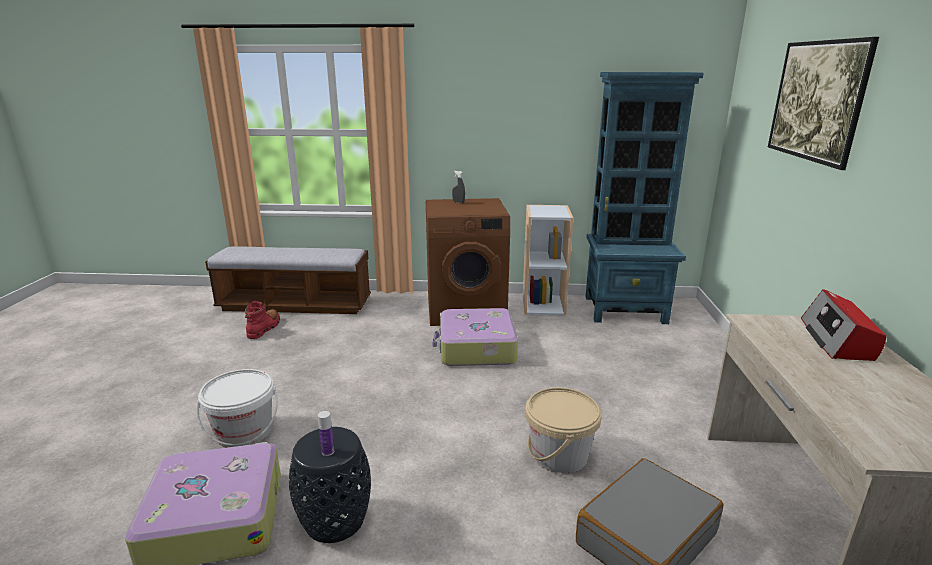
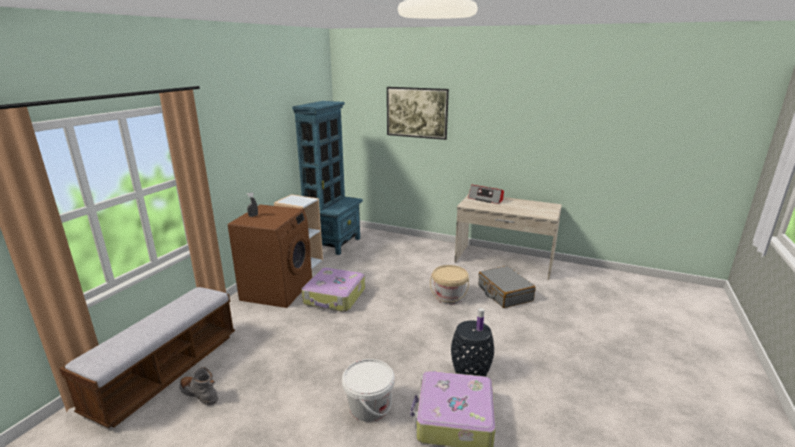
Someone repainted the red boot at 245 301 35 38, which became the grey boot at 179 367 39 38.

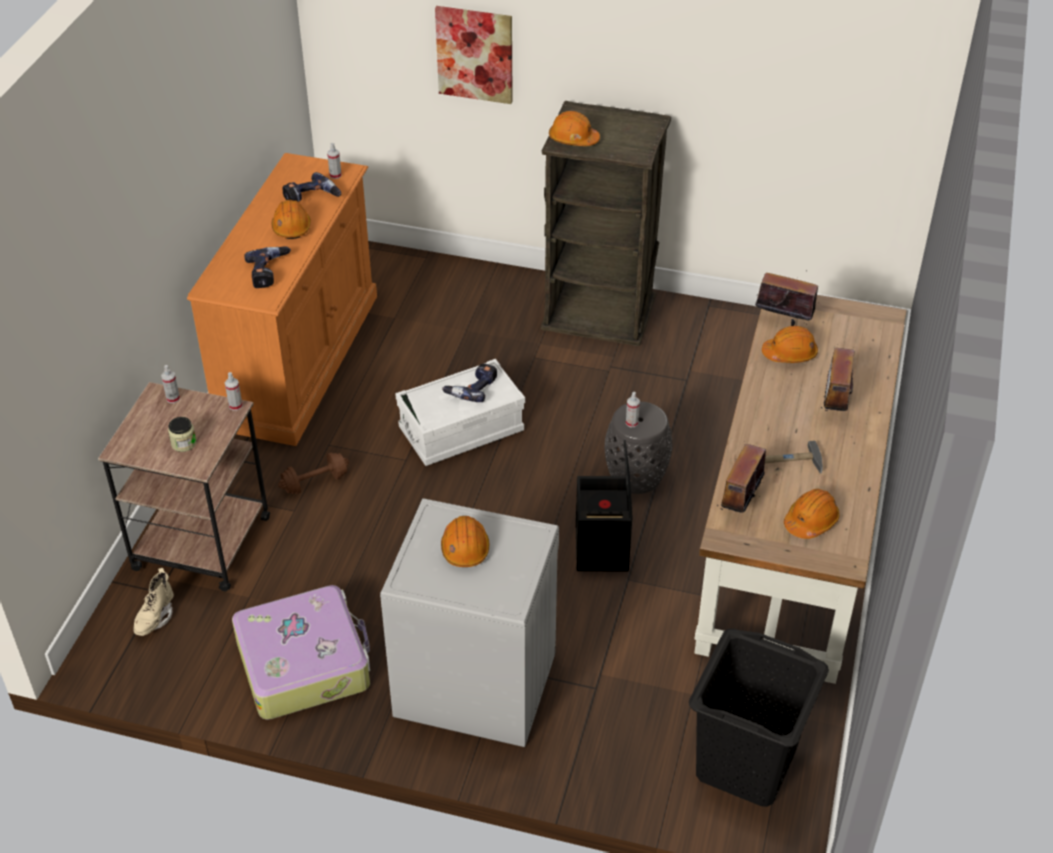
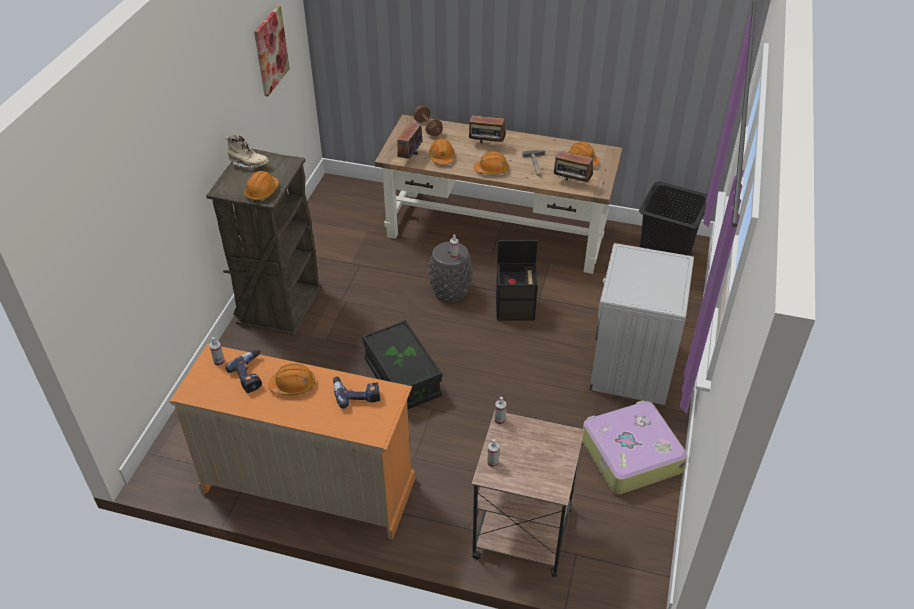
Someone took away the jar at 168 417 28 35.
Someone took away the power drill at 442 364 55 38.
Someone carried the beige boot from 133 568 41 68 to 225 135 44 34.
Someone carried the brown dumbbell from 278 452 71 42 to 413 106 30 30.
Someone carried the picture from 435 6 78 98 to 254 6 36 90.
Someone carried the orange hard hat from 441 516 48 51 to 474 151 35 23.
Someone repainted the white storage box at 395 359 130 107, which became the black storage box at 362 320 80 89.

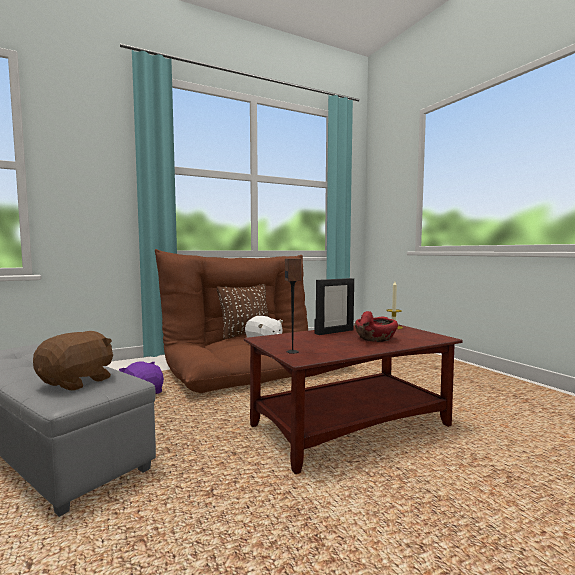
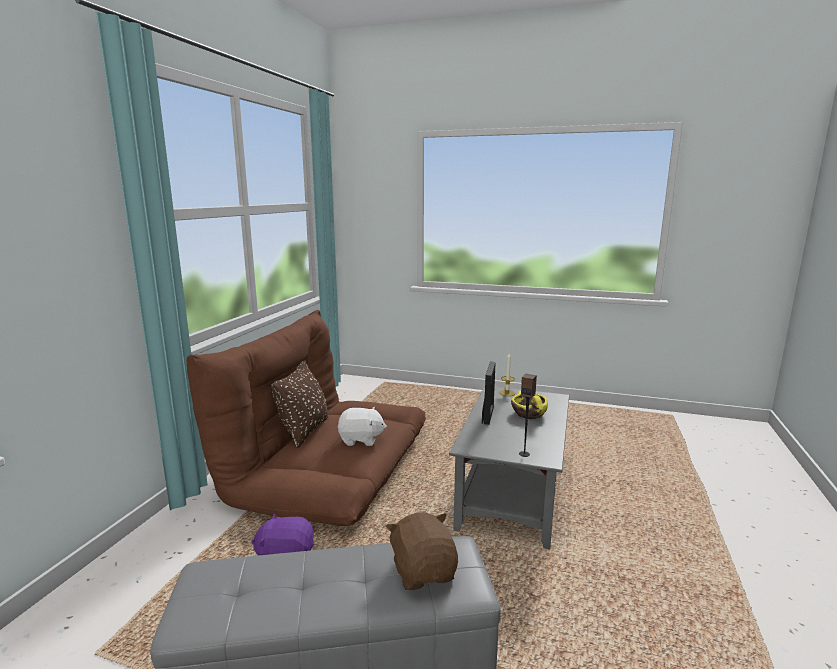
Someone repainted the brown coffee table at 244 324 219 150, which became the grey coffee table at 449 386 120 164.
Someone repainted the red bowl at 354 311 44 31, which became the yellow bowl at 511 391 37 28.

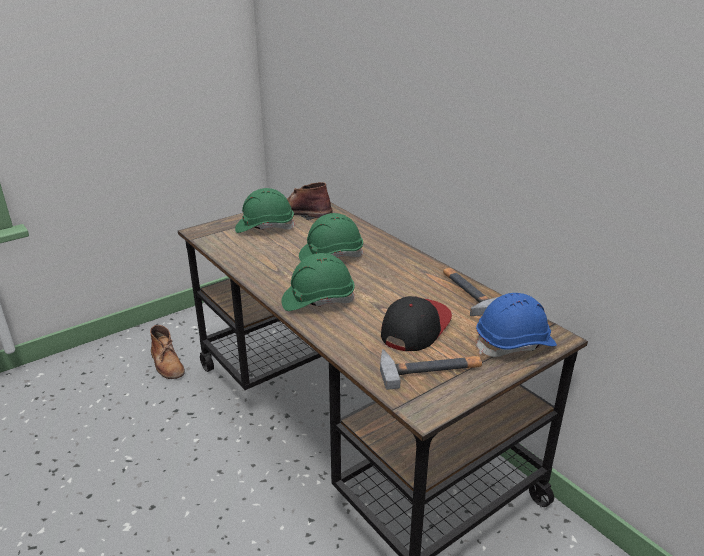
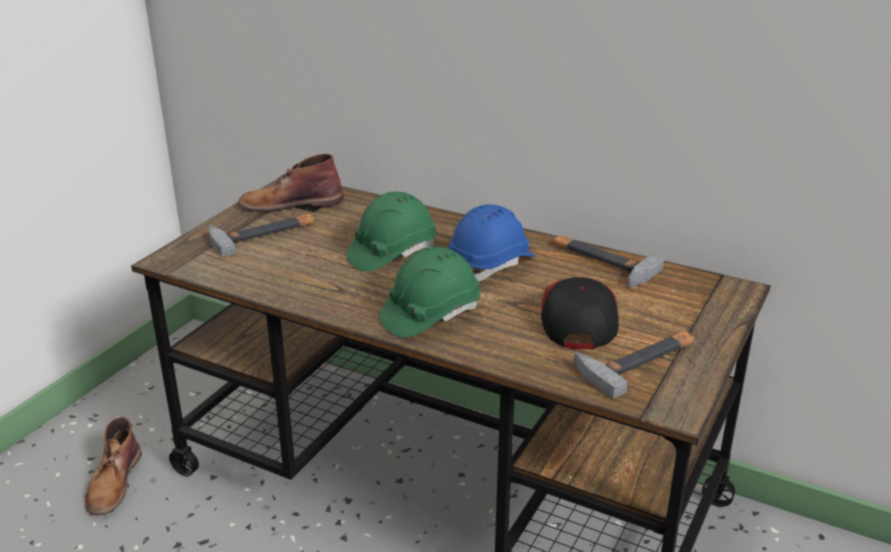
Someone carried the blue hard hat from 476 293 81 64 to 448 204 88 77.
Someone swapped the green hard hat at 235 188 60 45 for the hammer at 209 214 105 43.
Someone rotated the brown boot at 150 325 35 54 by 60 degrees clockwise.

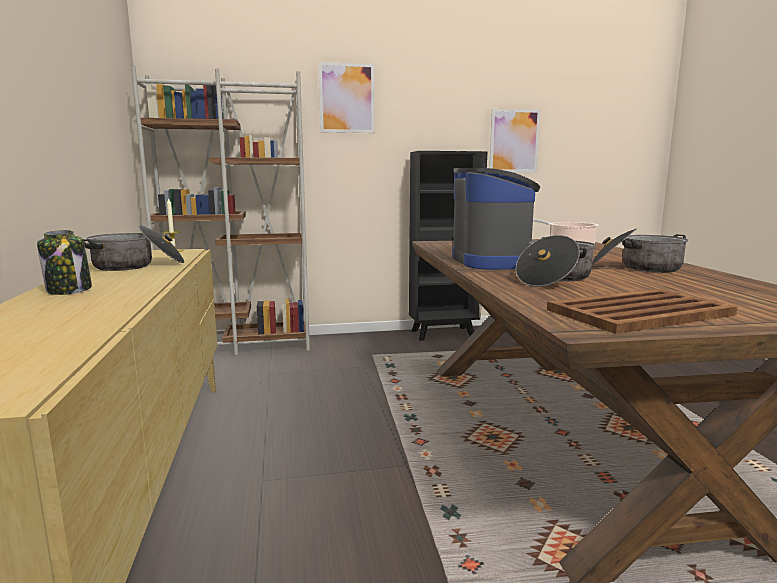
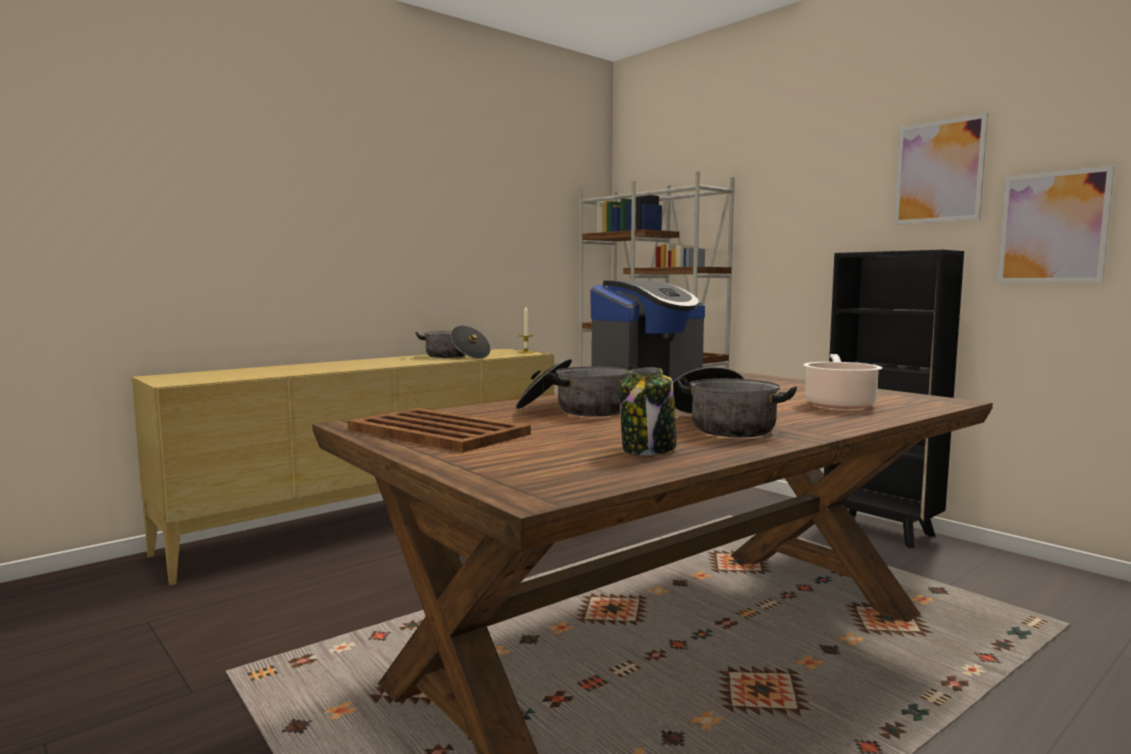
Someone carried the jar from 37 230 55 65 to 619 368 58 87.
Someone carried the picture from 319 62 56 71 to 894 113 94 112.

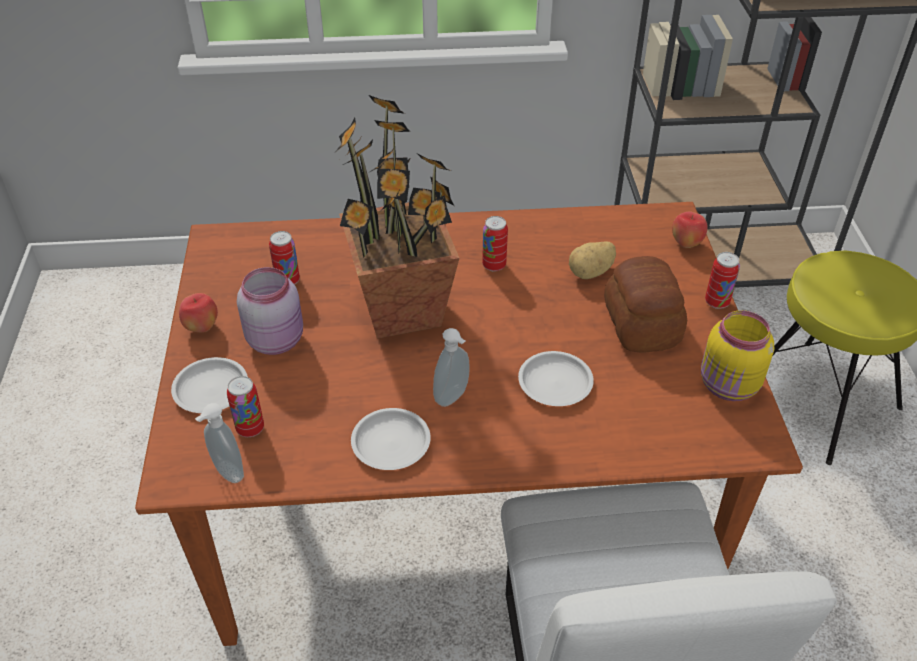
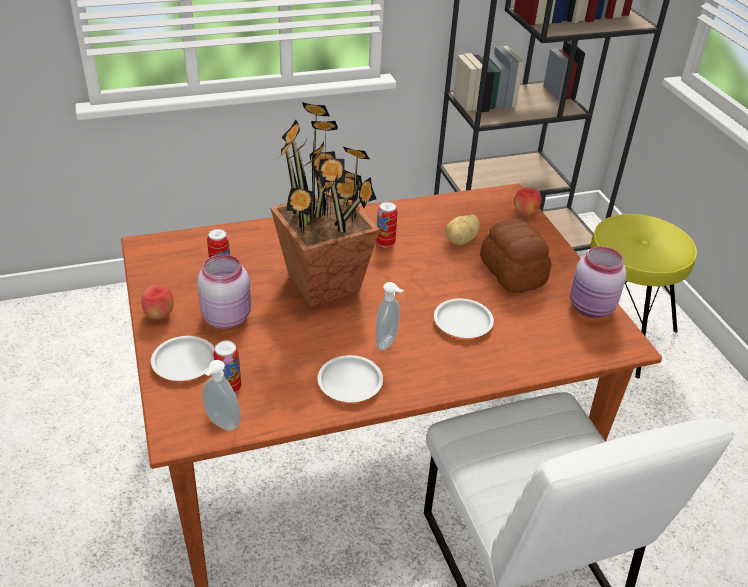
Someone took away the can at 705 252 35 57.
Someone repainted the yellow jar at 701 310 73 91, which became the pink jar at 570 246 56 72.

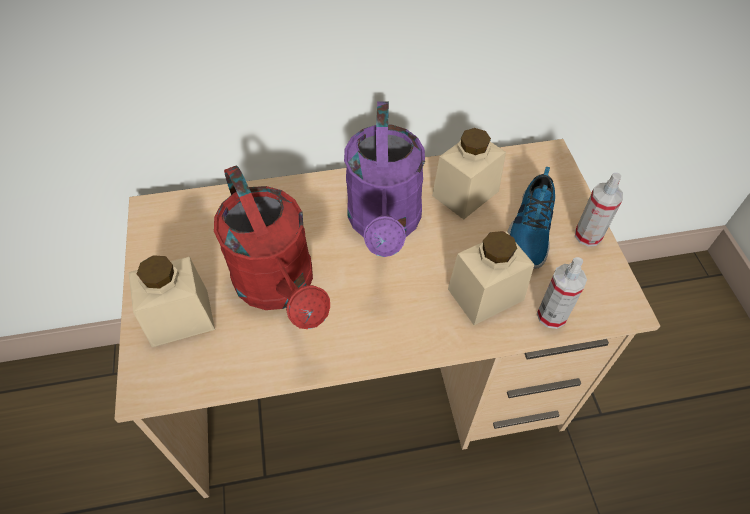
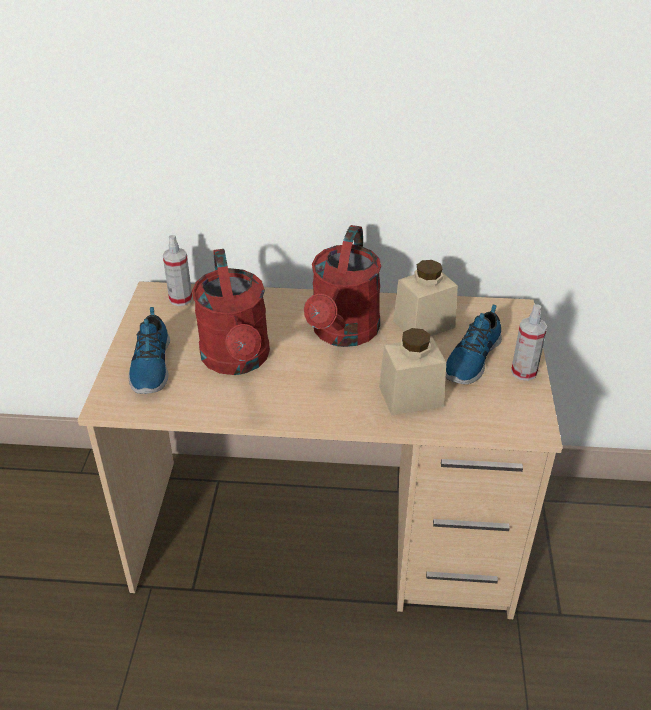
Someone carried the spray bottle from 537 257 50 72 to 163 235 29 71.
Someone swapped the beige jar at 128 255 87 92 for the shoe at 128 307 42 87.
Someone repainted the purple watering can at 344 101 81 156, which became the red watering can at 304 225 77 122.

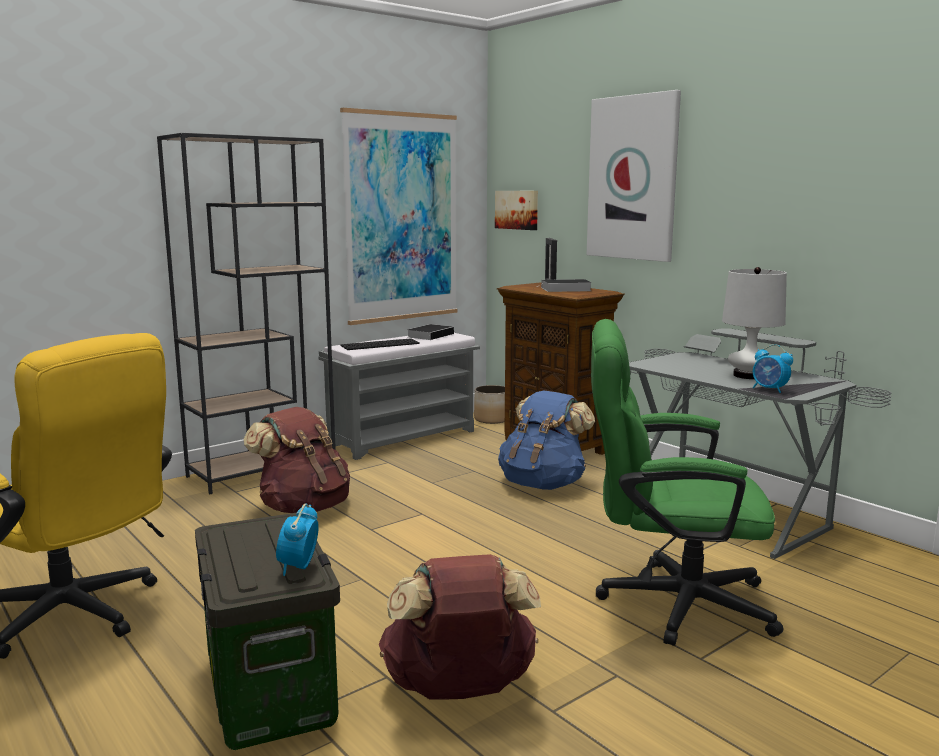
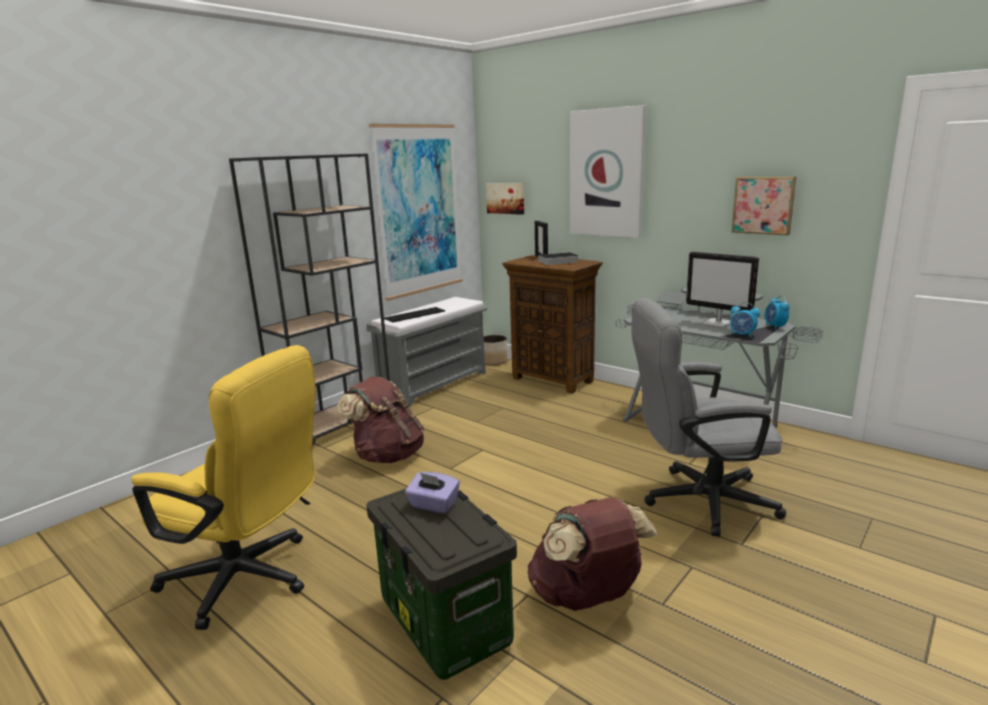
Someone took away the book at 407 324 47 16.
Someone took away the blue backpack at 498 390 97 100.
Someone put down the purple tissue box at 405 472 55 42.
Someone put up the picture at 732 176 65 59.
Someone carried the alarm clock from 276 504 43 72 to 764 295 26 35.
Someone swapped the white table lamp at 722 267 65 112 for the monitor at 686 252 73 76.
Someone repainted the green office chair at 591 319 192 327, which became the grey office chair at 632 298 155 239.

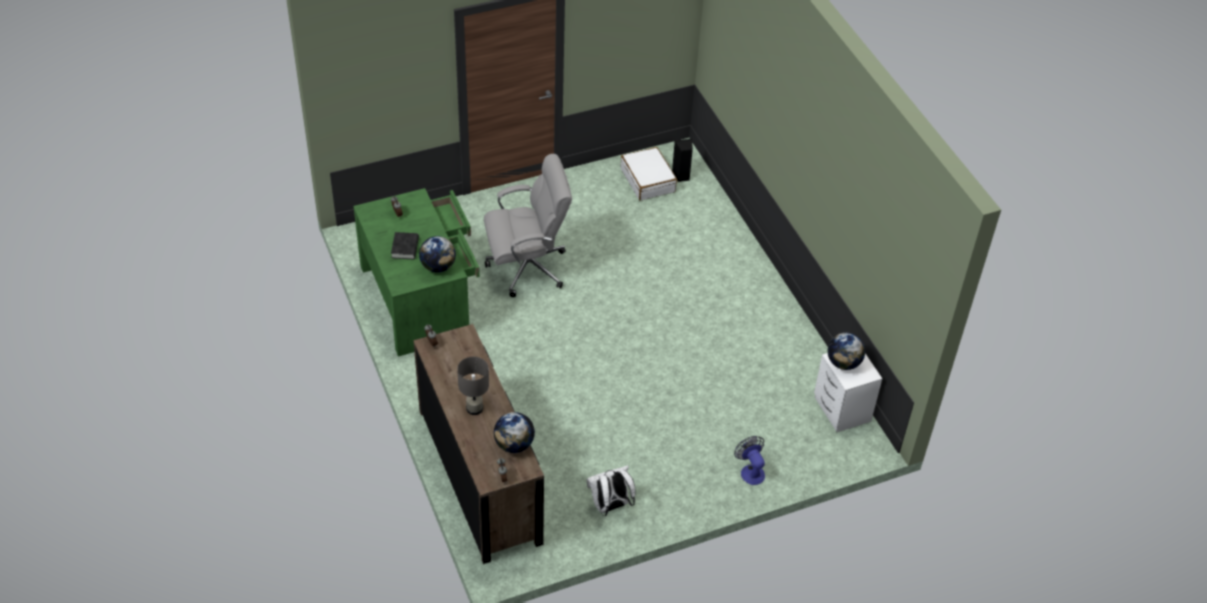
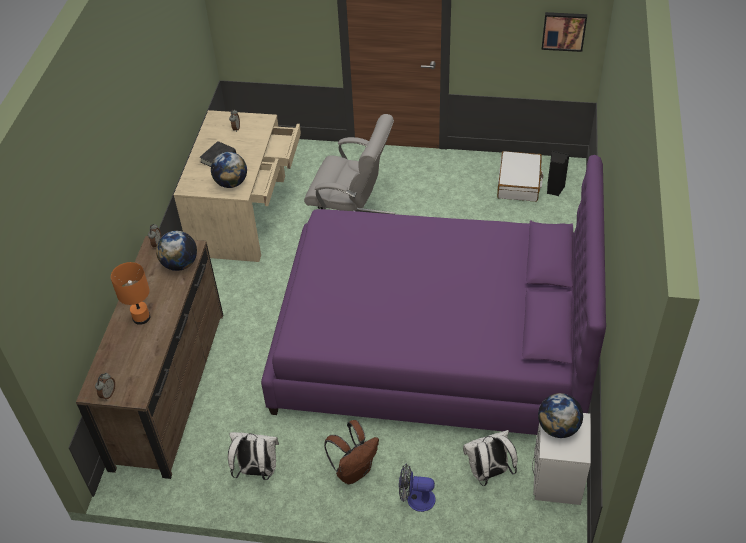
Someone put down the purple bed at 261 155 345 280.
Someone put down the brown backpack at 324 420 55 64.
Someone put down the white backpack at 463 430 54 56.
Someone put up the picture at 542 12 45 40.
Someone carried the globe from 494 412 41 41 to 156 231 41 40.
Someone repainted the green desk at 353 188 127 168, which became the beige desk at 174 110 127 152.
Someone repainted the grey table lamp at 457 357 32 58, which became the orange table lamp at 111 262 39 63.
Someone rotated the fan at 734 436 31 49 by 90 degrees counterclockwise.

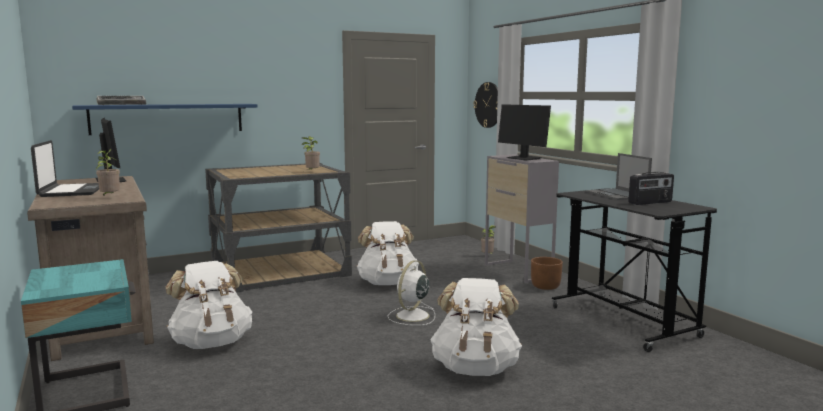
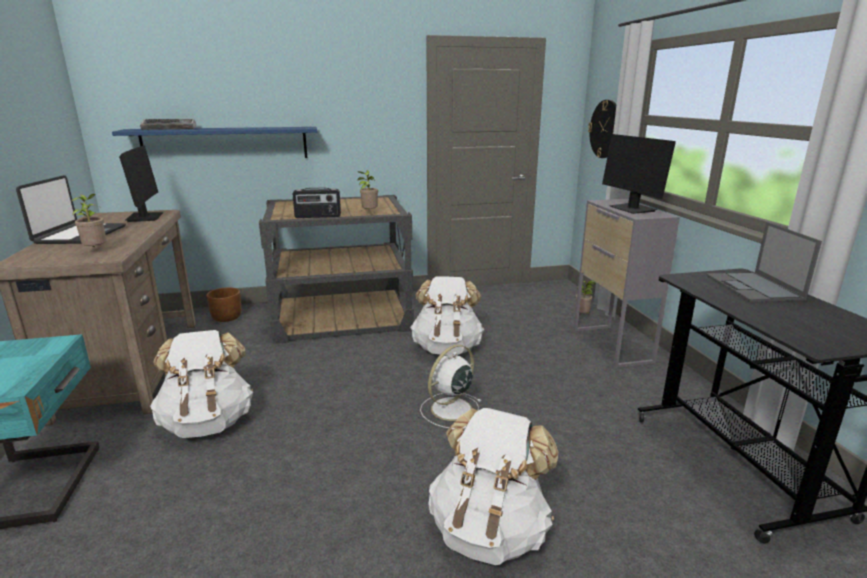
Someone carried the brown planter from 531 257 32 33 to 206 287 35 35.
Someone carried the radio from 628 172 46 33 to 293 188 48 30.

